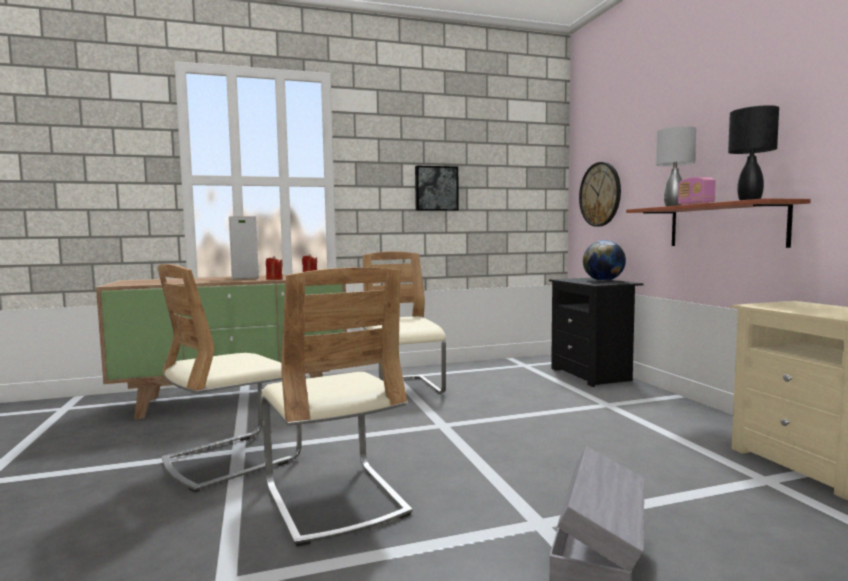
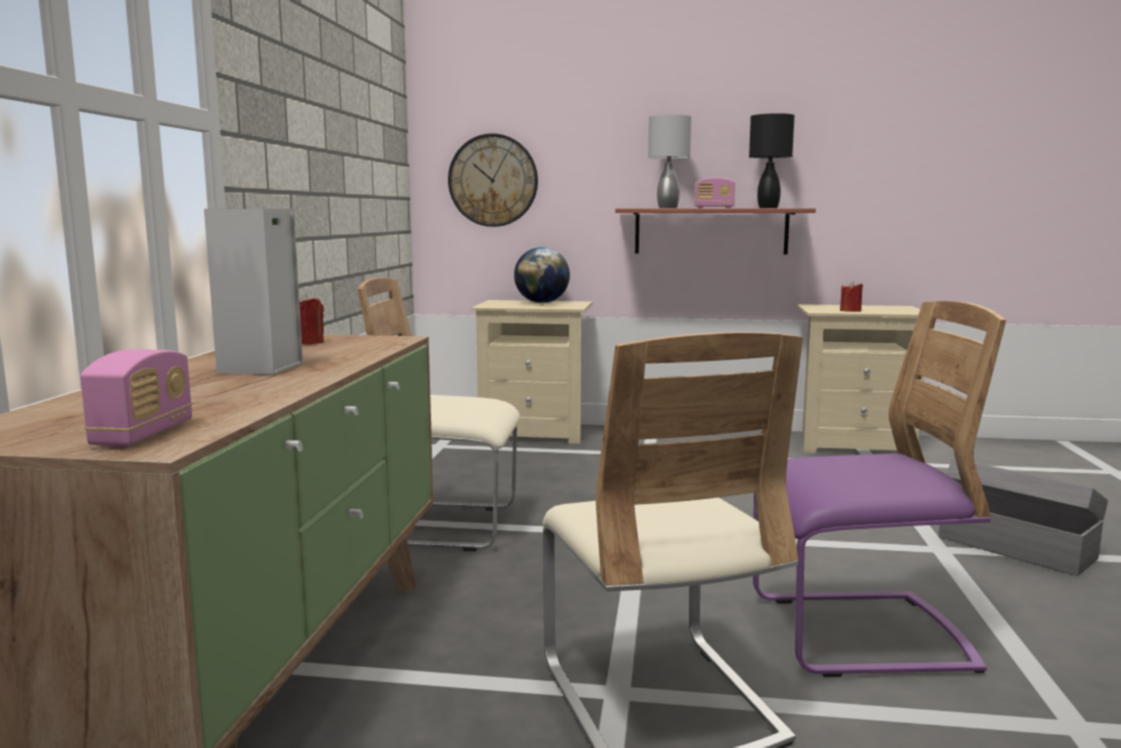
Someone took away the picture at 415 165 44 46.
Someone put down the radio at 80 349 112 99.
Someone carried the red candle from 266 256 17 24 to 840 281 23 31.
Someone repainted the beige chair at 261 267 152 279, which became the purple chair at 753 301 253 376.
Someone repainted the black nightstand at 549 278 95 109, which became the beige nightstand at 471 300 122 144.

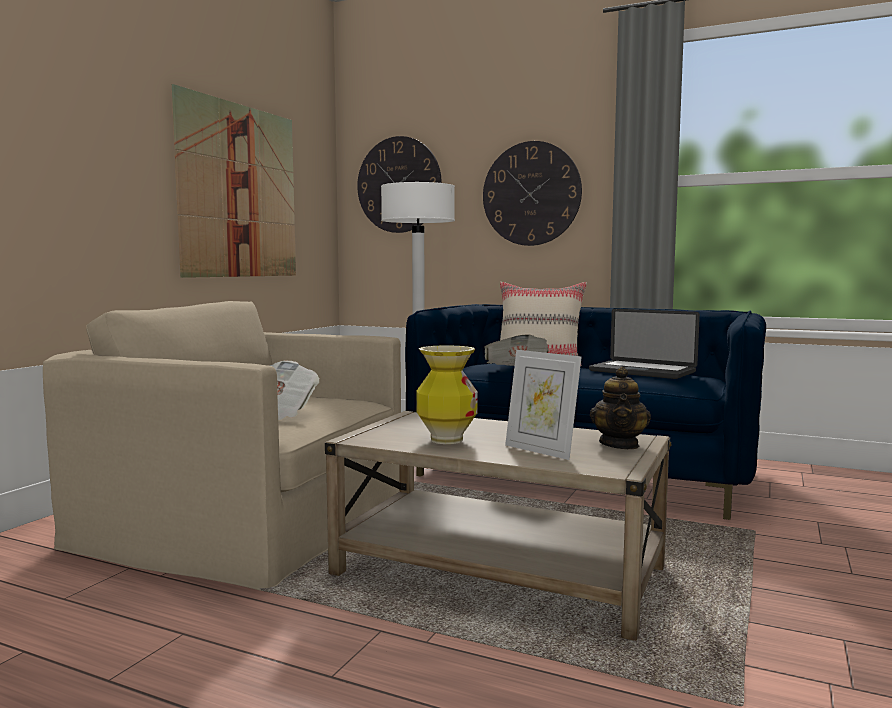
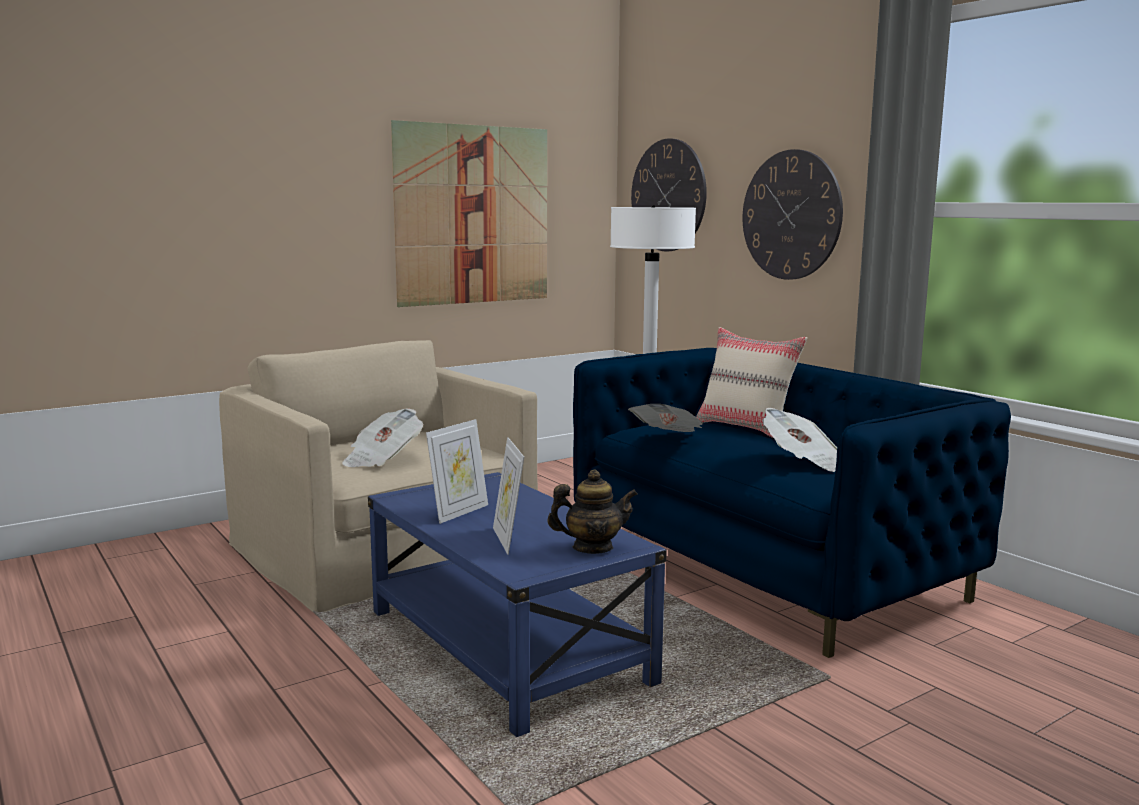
Someone swapped the vase at 416 345 62 99 for the picture frame at 426 419 62 105.
Someone swapped the laptop at 589 309 111 70 for the newspaper at 762 408 75 64.
Someone repainted the beige coffee table at 325 411 346 230, which became the blue coffee table at 368 472 299 265.
Someone rotated the teapot at 590 367 61 82 by 135 degrees counterclockwise.

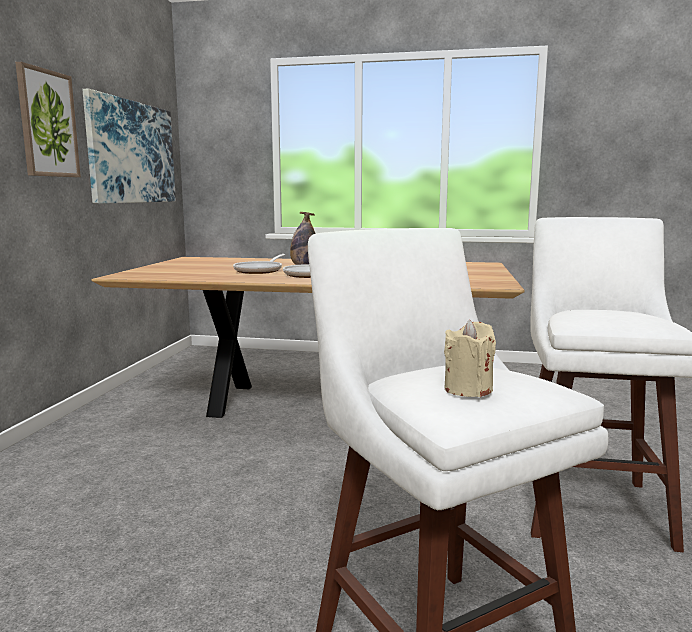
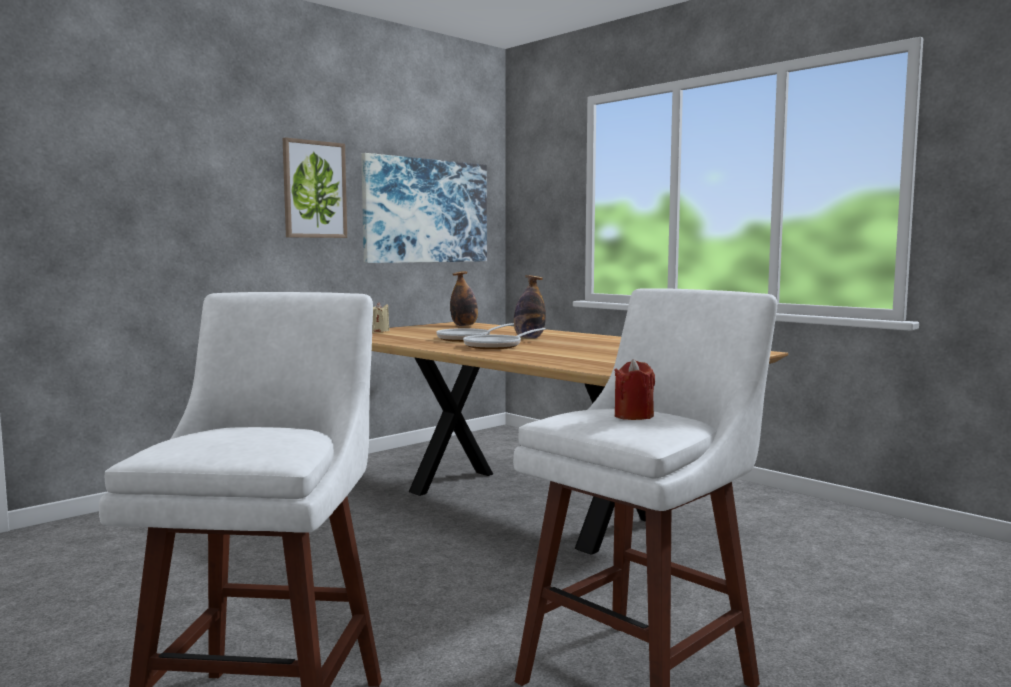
Someone put down the bottle at 450 271 28 55.
Someone put down the red candle at 614 359 41 61.
Someone carried the beige candle from 444 320 52 77 to 372 302 17 30.

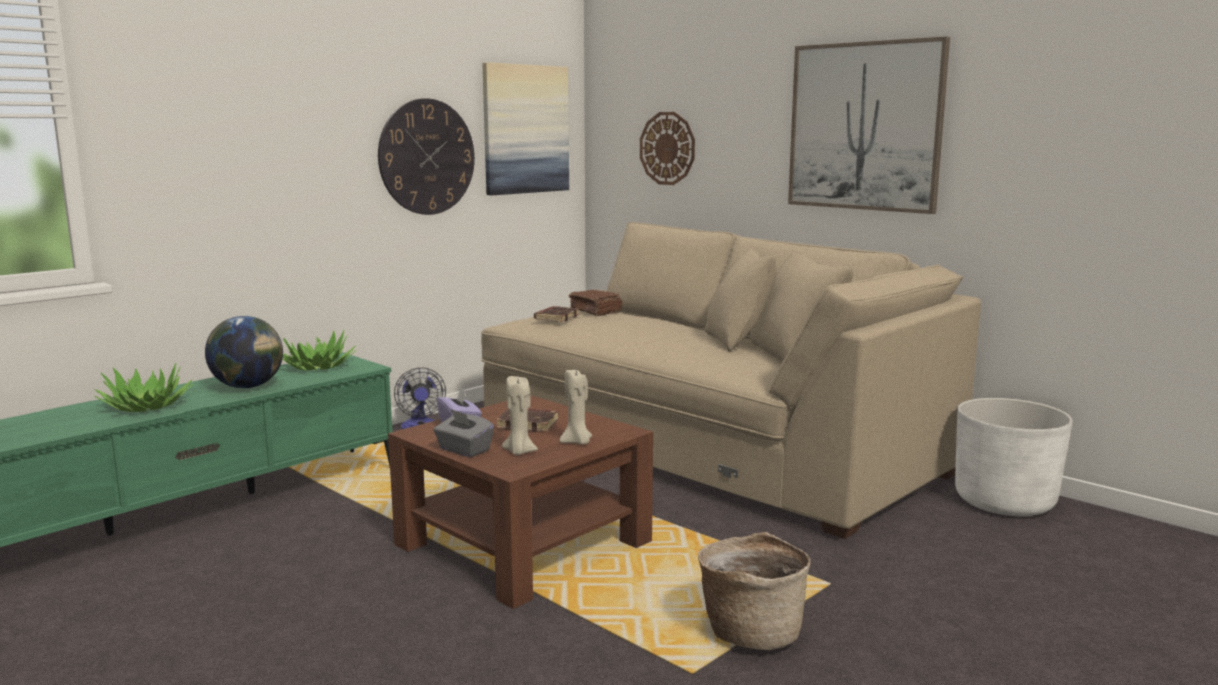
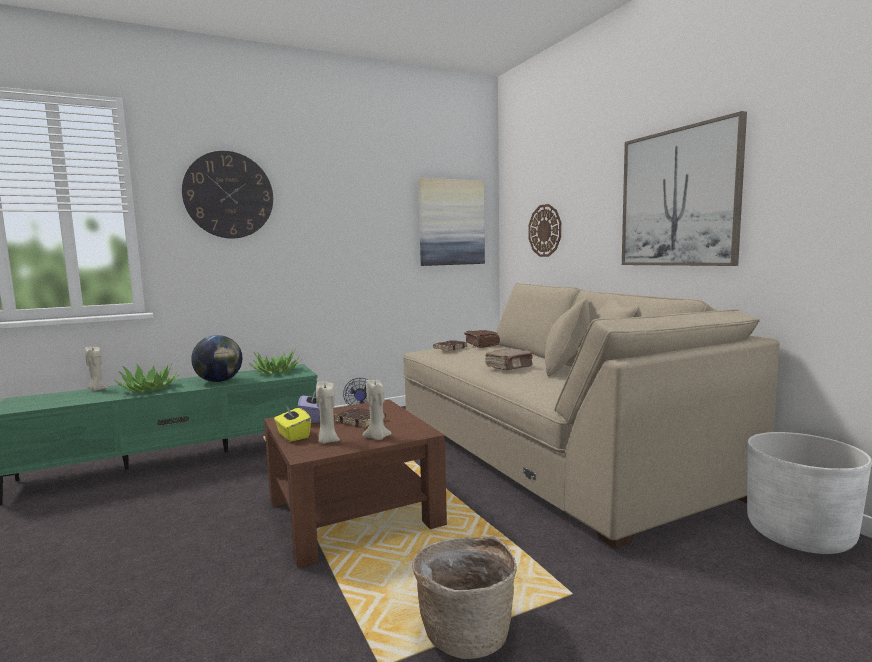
Someone put down the beige candle at 85 346 23 45.
Someone put down the brown book at 485 348 48 22.
Someone carried the wall clock from 378 98 97 117 to 182 151 91 88.
Someone repainted the grey tissue box at 433 409 61 48, which became the yellow tissue box at 274 406 37 36.

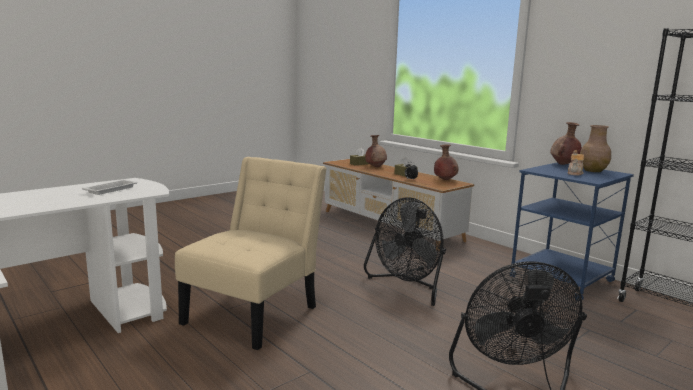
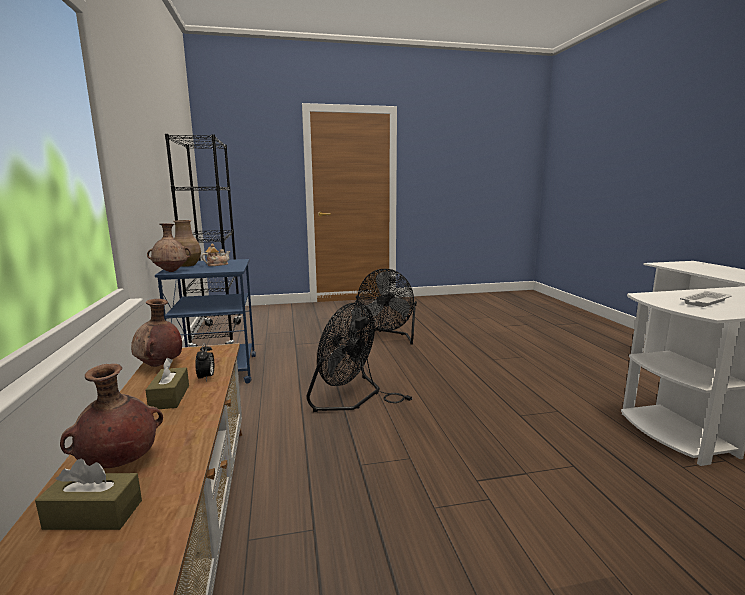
Someone took away the beige chair at 175 157 152 193.
Someone rotated the black fan at 364 197 82 109 by 135 degrees counterclockwise.

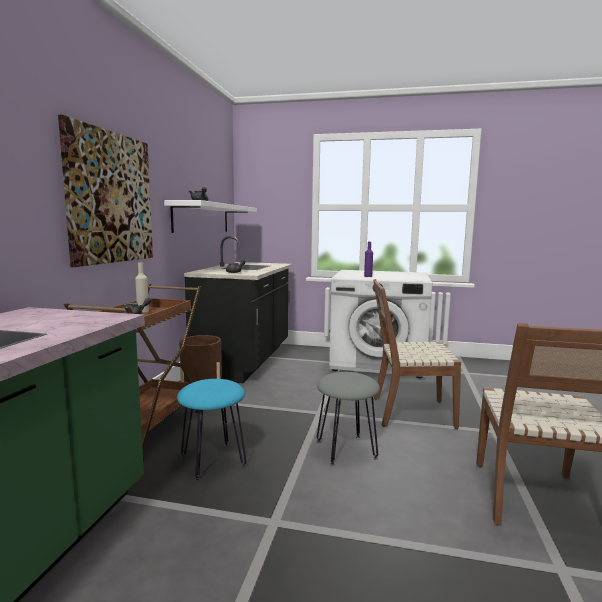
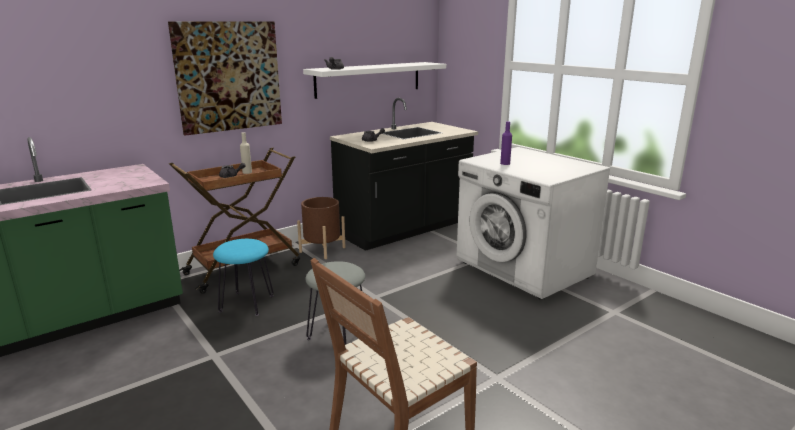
Someone took away the chair at 373 279 88 150.

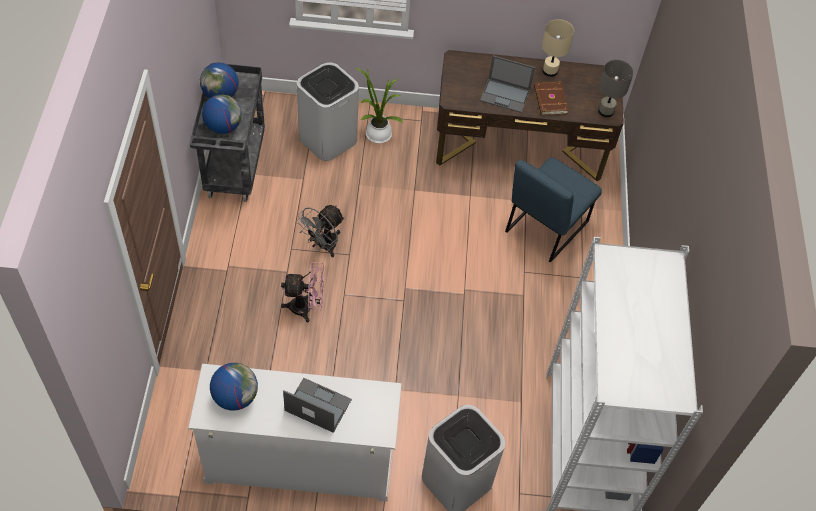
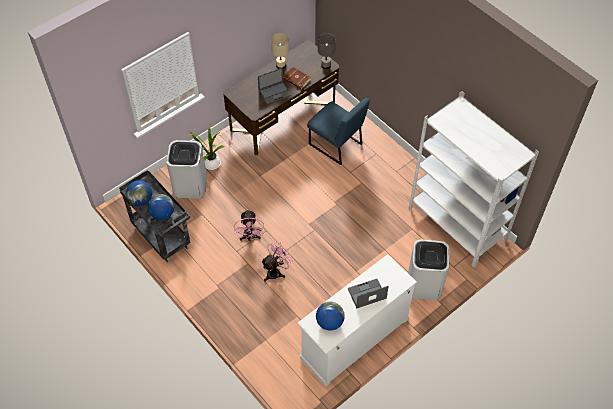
Someone repainted the grey fan at 296 205 49 52, which became the pink fan at 234 209 30 32.
Someone rotated the blue chair at 505 157 97 106 by 45 degrees counterclockwise.

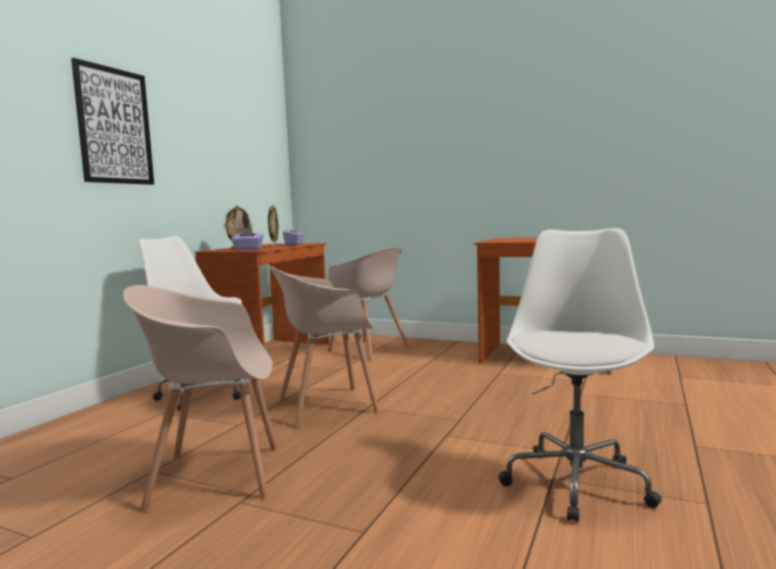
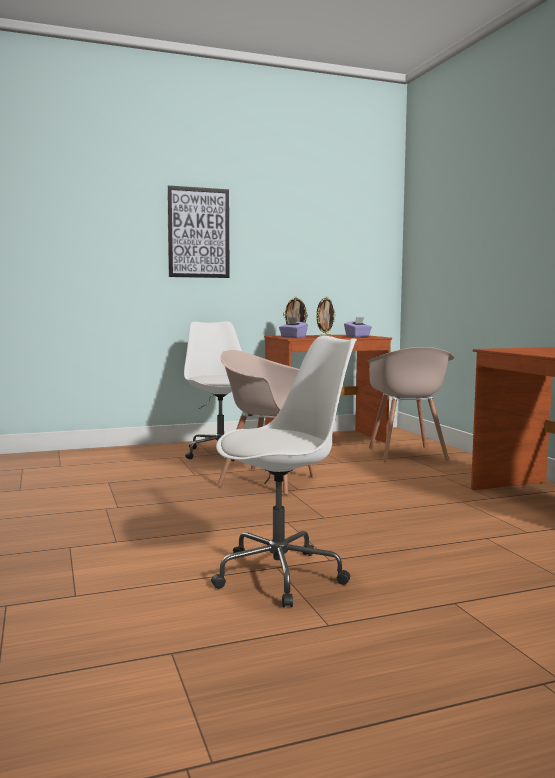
Someone took away the beige chair at 123 285 154 226.

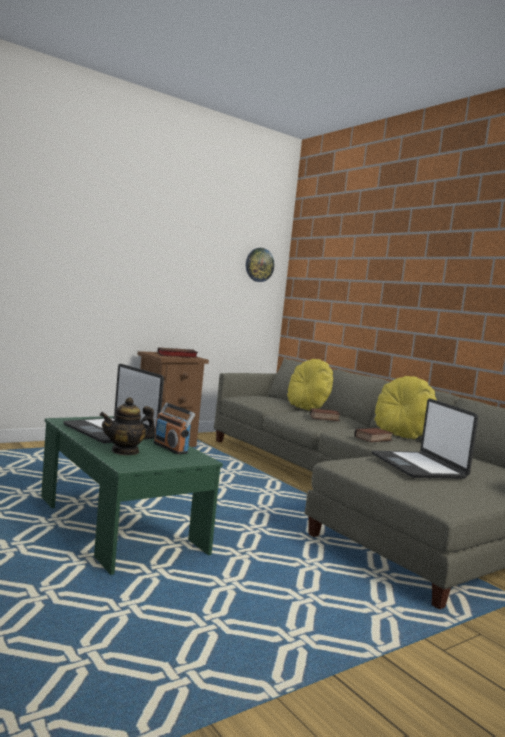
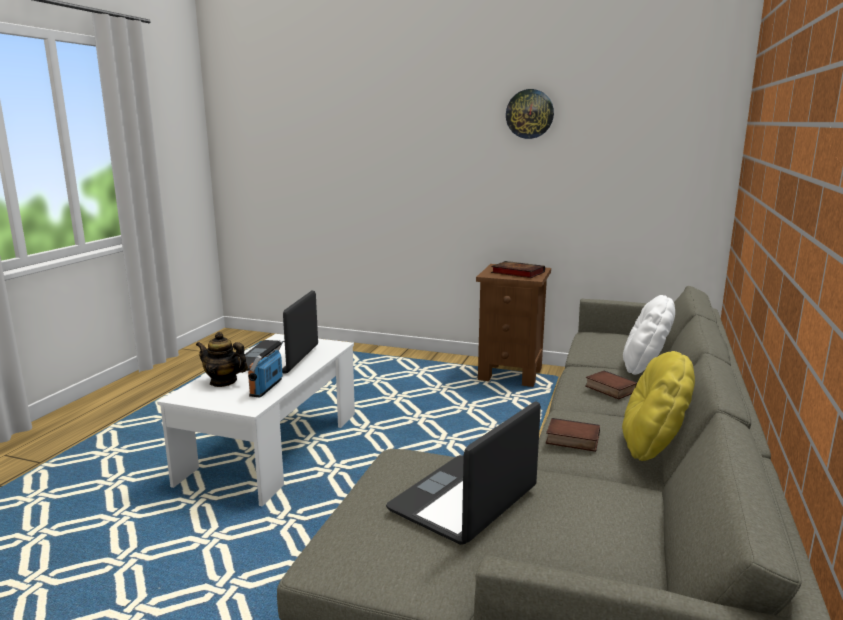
Someone carried the wall clock from 246 248 28 34 to 506 89 48 50.
Someone repainted the green coffee table at 41 416 182 159, which became the white coffee table at 157 334 198 172.
Someone repainted the yellow pillow at 287 359 46 52, which became the white pillow at 623 295 52 80.

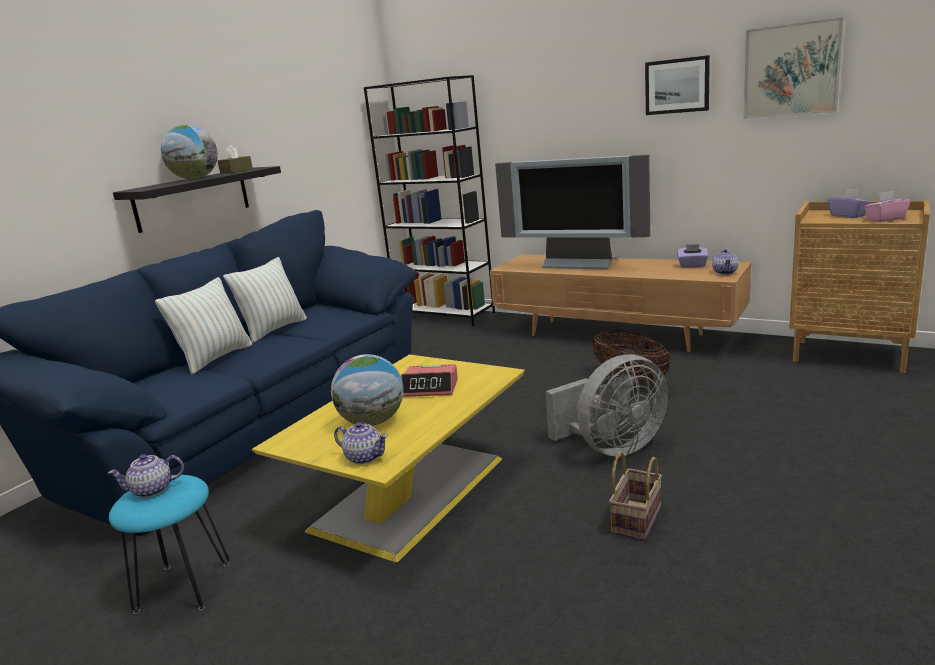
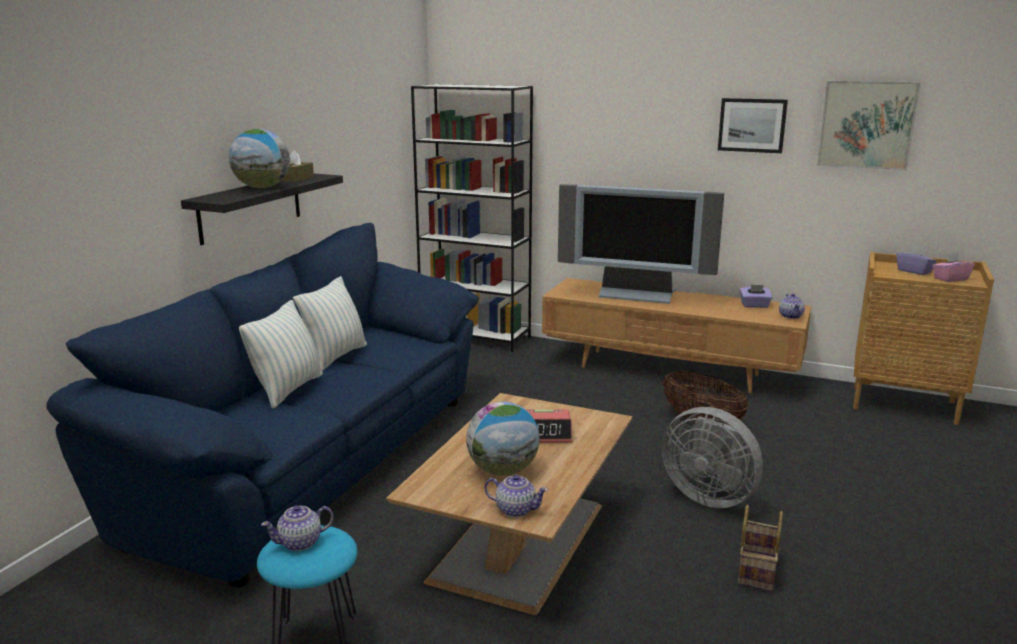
Someone repainted the yellow coffee table at 252 354 273 208, which became the brown coffee table at 386 393 246 222.
Someone rotated the grey fan at 546 354 123 102 by 75 degrees clockwise.

